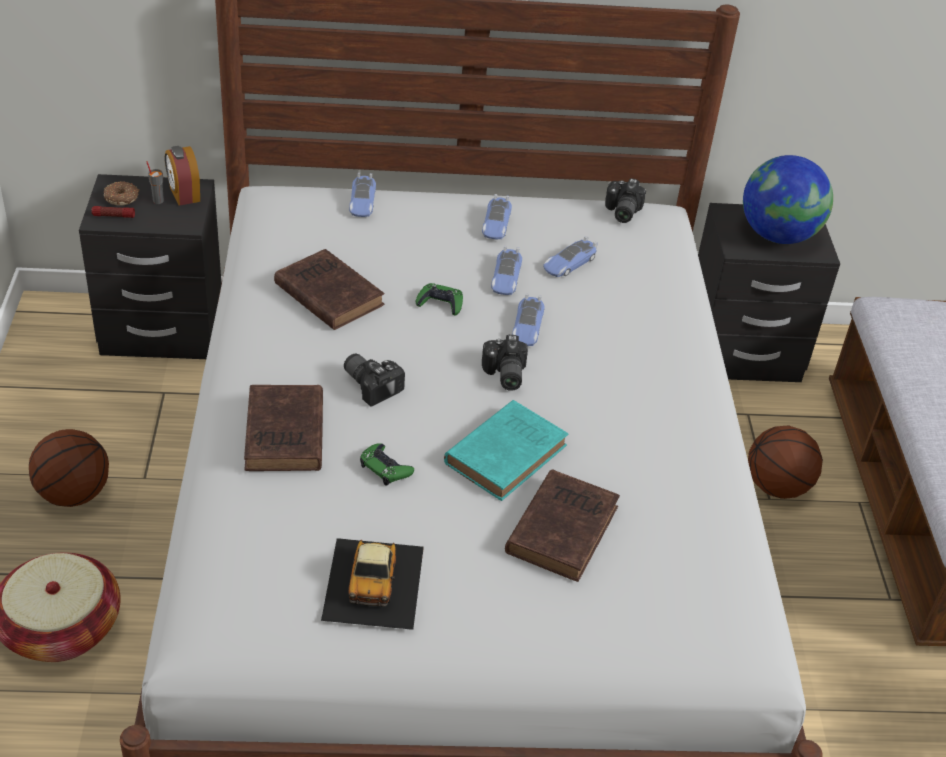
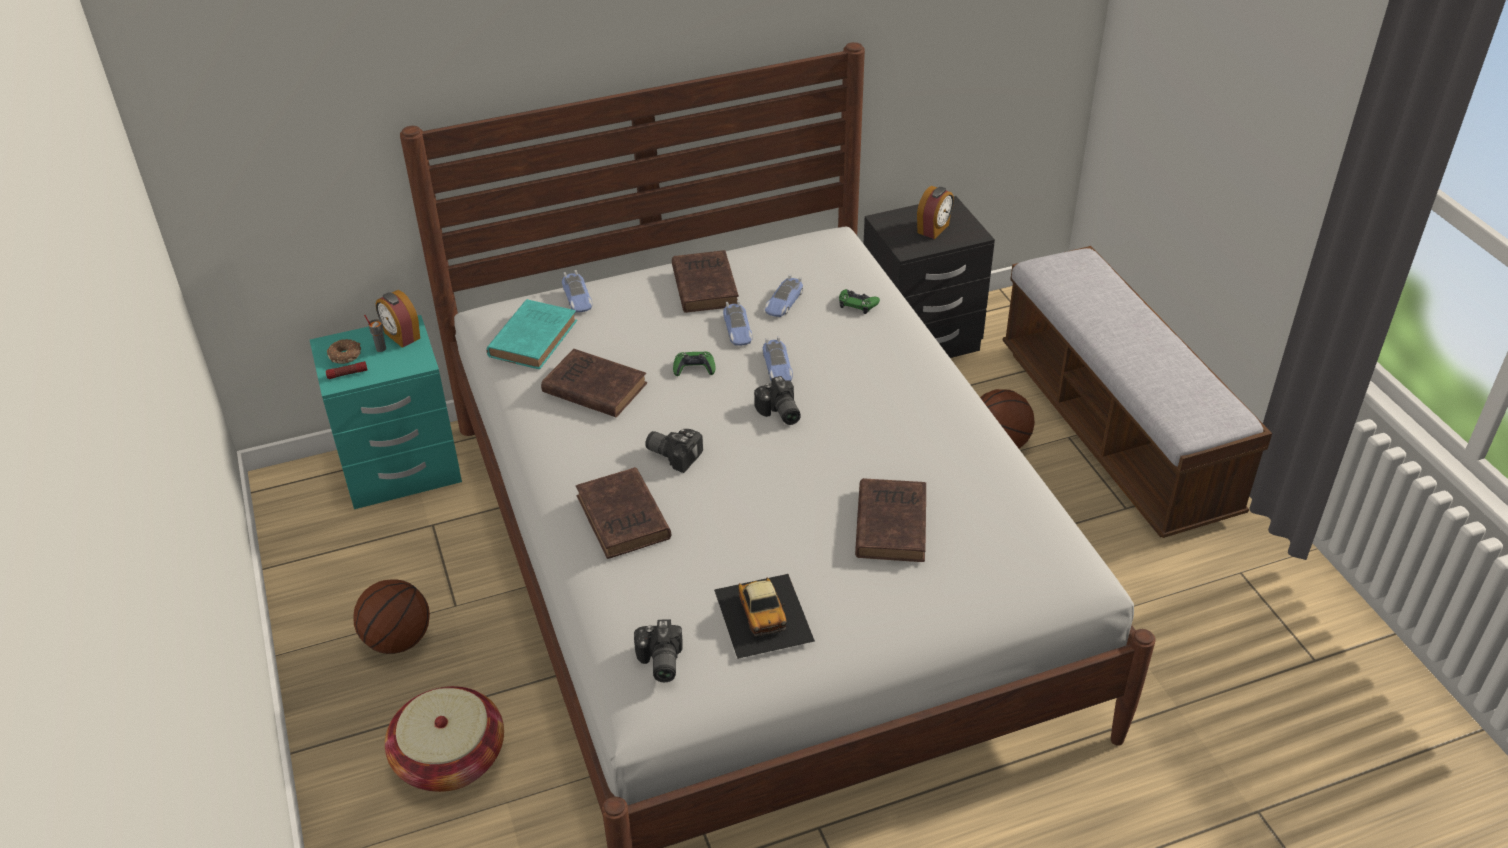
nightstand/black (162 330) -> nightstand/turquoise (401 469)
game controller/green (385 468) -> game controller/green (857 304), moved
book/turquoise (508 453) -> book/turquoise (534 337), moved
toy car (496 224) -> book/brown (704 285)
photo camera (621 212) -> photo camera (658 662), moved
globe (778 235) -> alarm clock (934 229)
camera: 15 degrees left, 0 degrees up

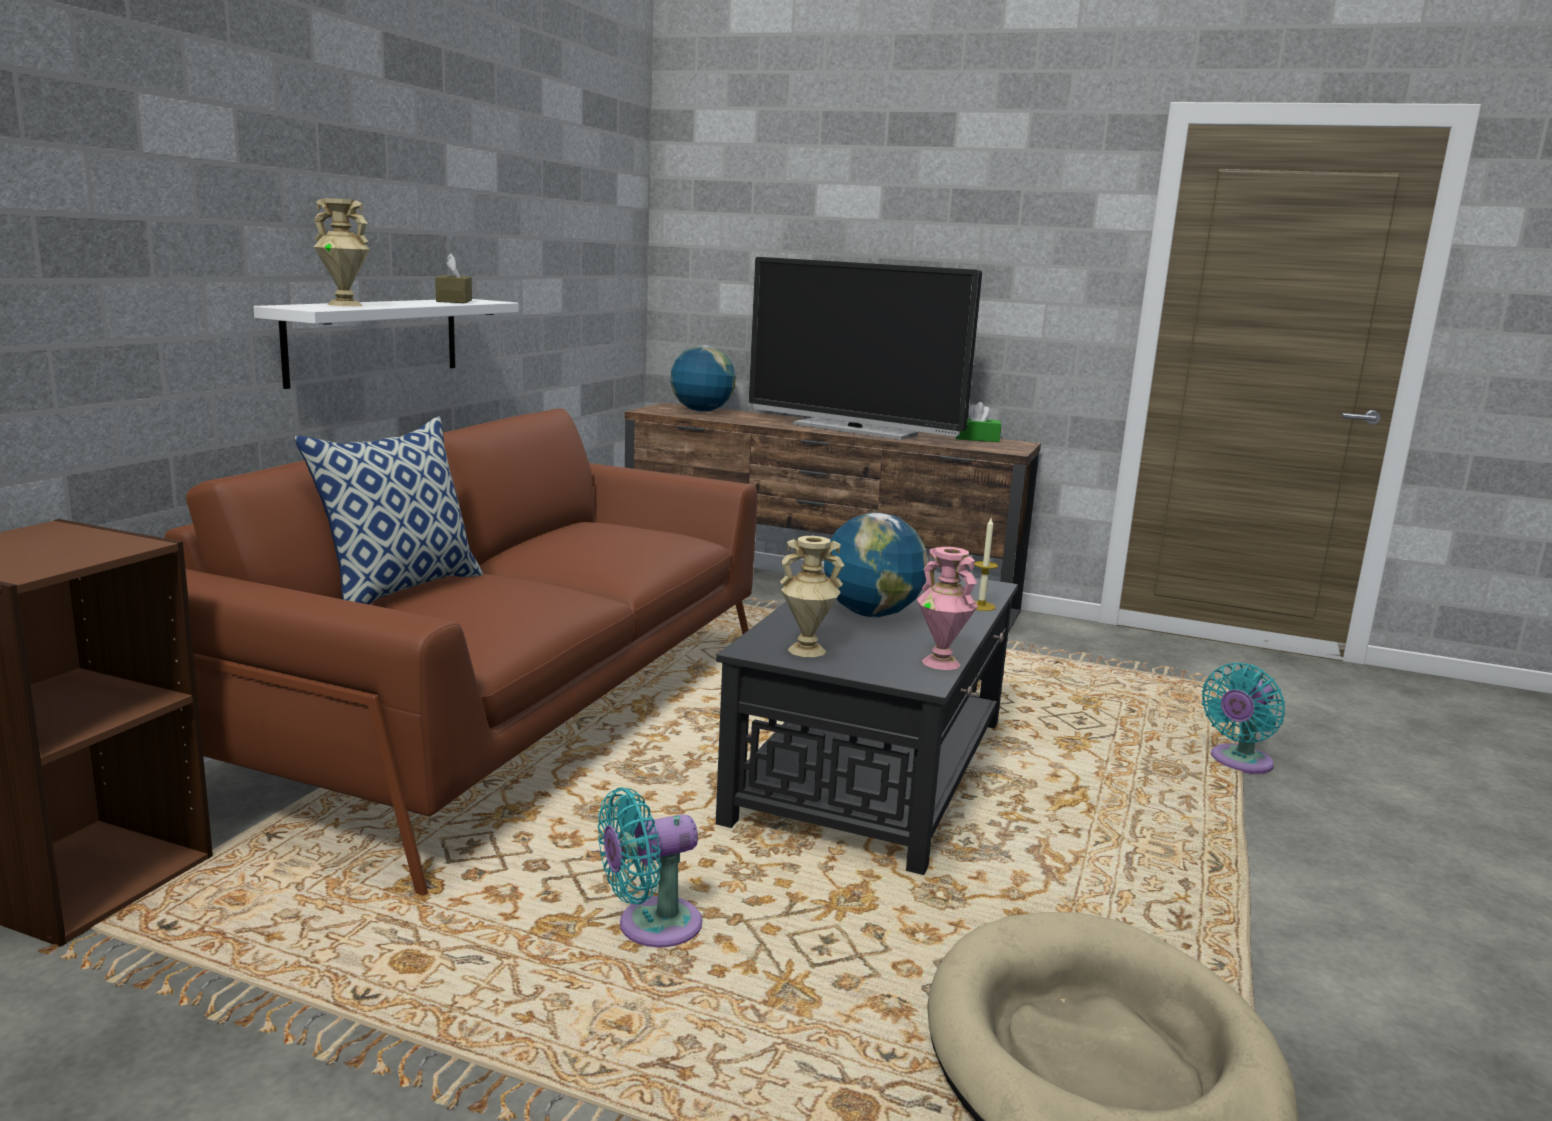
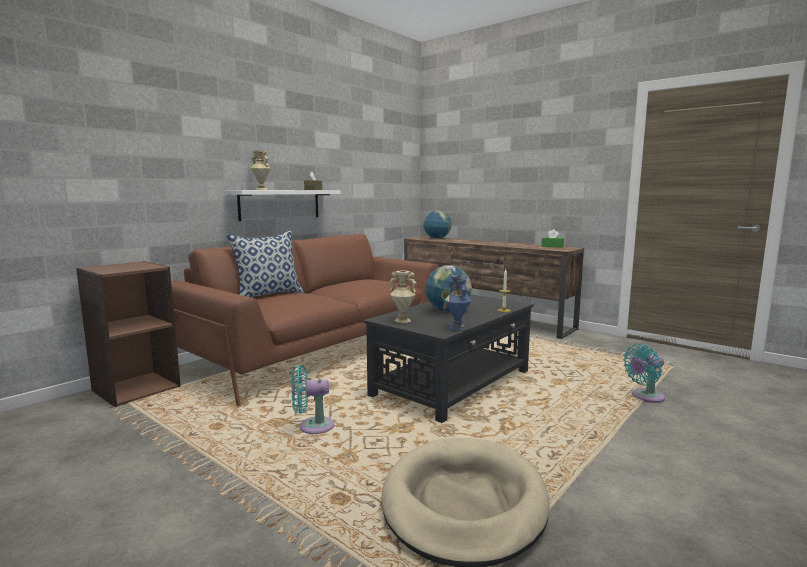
television (854 430) -> none
vase/pink (942 662) -> vase/blue (458 327)
camera: 20 degrees right, 5 degrees down

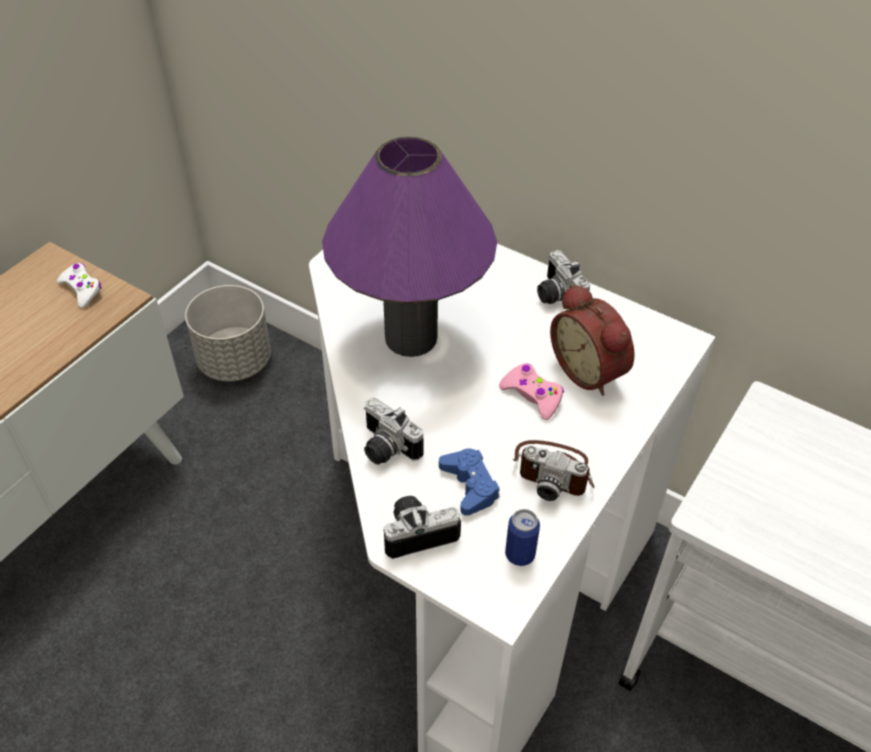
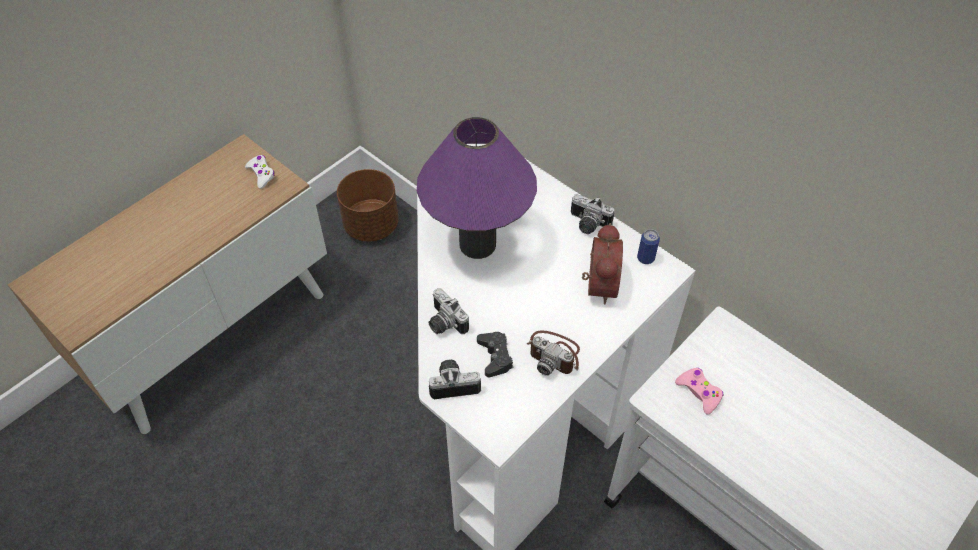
planter/grey (235 361) -> planter/brown (371 225)
game controller/blue (470 485) -> game controller/black (495 356)
game controller/pink (532 395) -> game controller/pink (699 392), moved
can (520 554) -> can (645 258), moved
photo camera (556 295) -> photo camera (587 224), 45 degrees counterclockwise
alarm clock (590 370) -> alarm clock (598 284), 150 degrees counterclockwise
camera: 10 degrees right, 5 degrees up

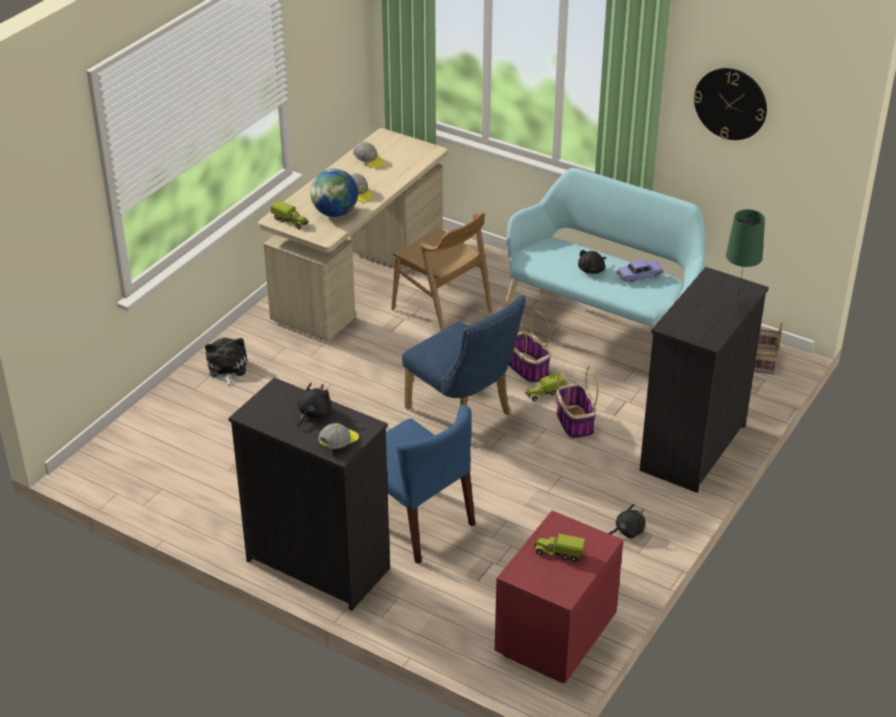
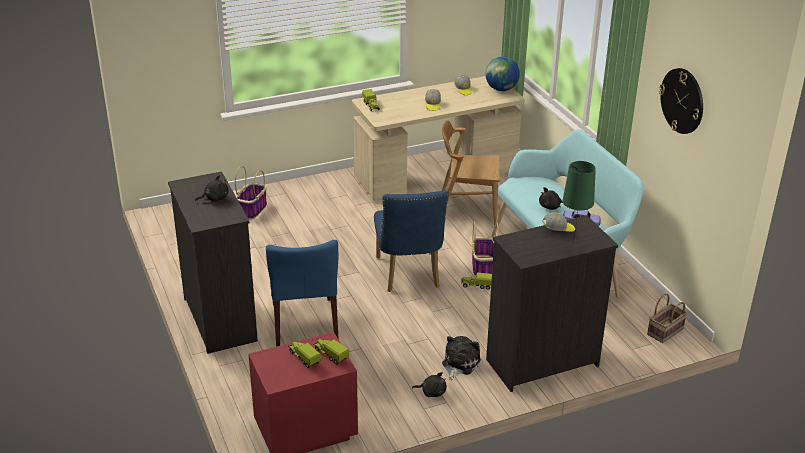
plush toy (227 369) -> plush toy (459 364), moved
globe (335 213) -> globe (501 89), moved
cap (339 443) -> cap (558 229), moved
chair/brown (442 311) -> chair/brown (467 211), 105 degrees clockwise
basket (574 422) -> basket (252 209), moved
none -> toy truck (331 355)
camera: 35 degrees right, 5 degrees down

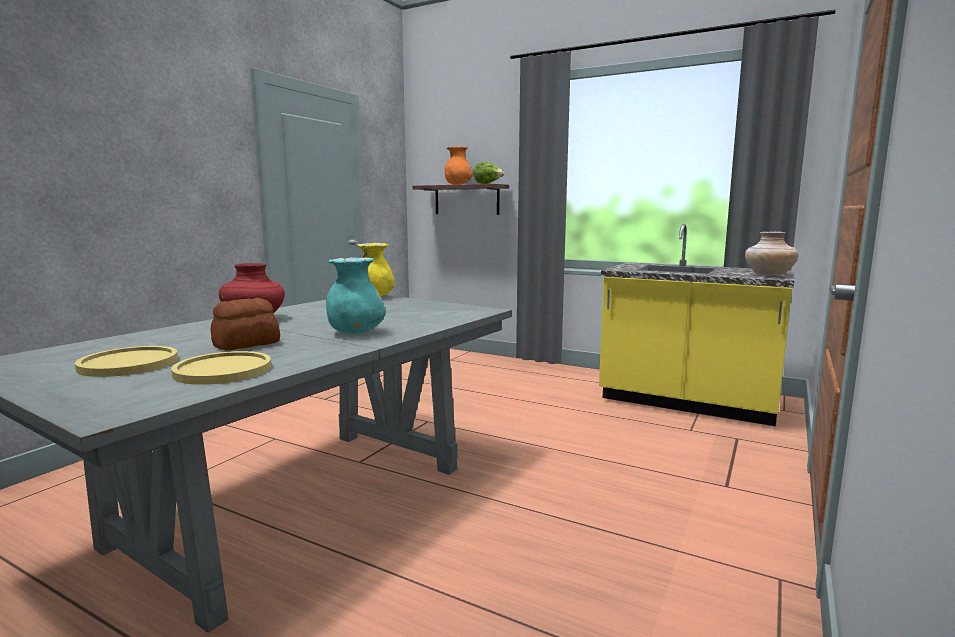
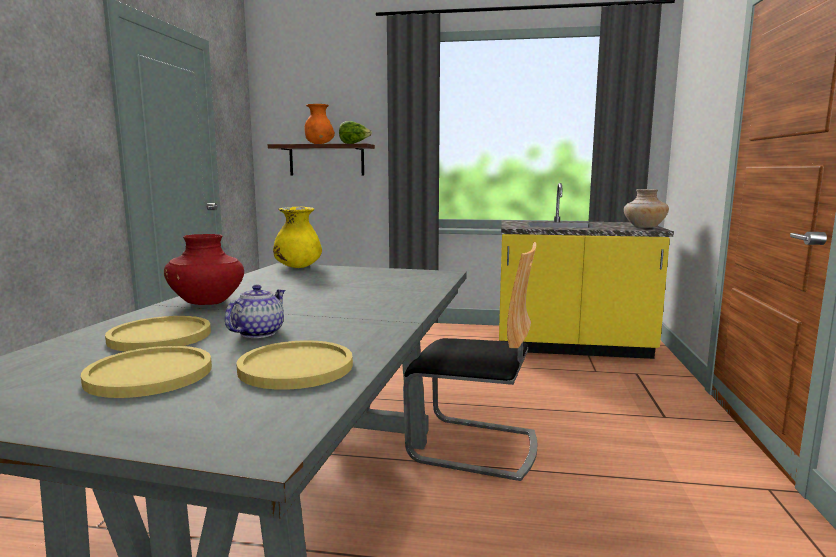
bread (245 344) -> teapot (258 333)
vase/turquoise (355 333) -> none
none -> plate/yellow (160 336)
none -> chair (474 446)
camera: 20 degrees left, 0 degrees up

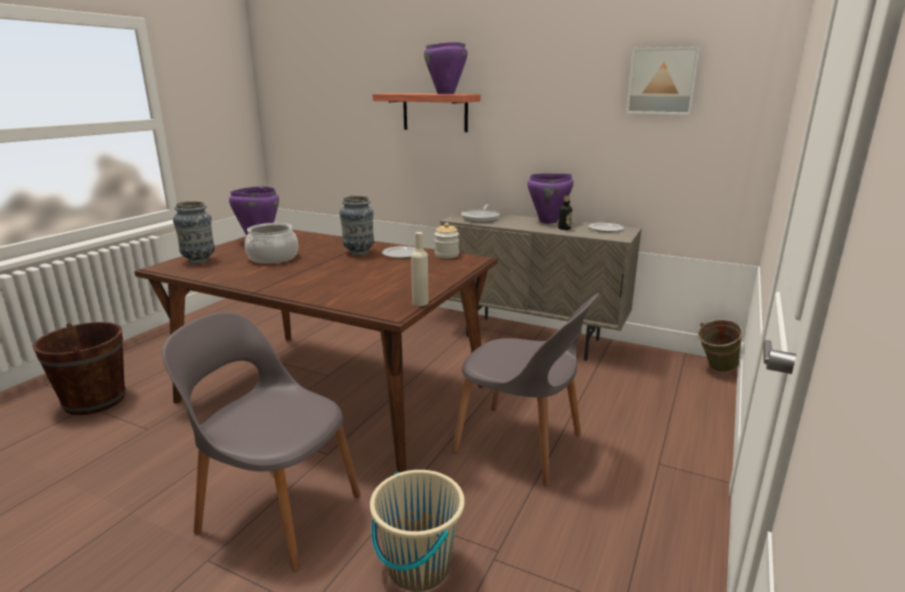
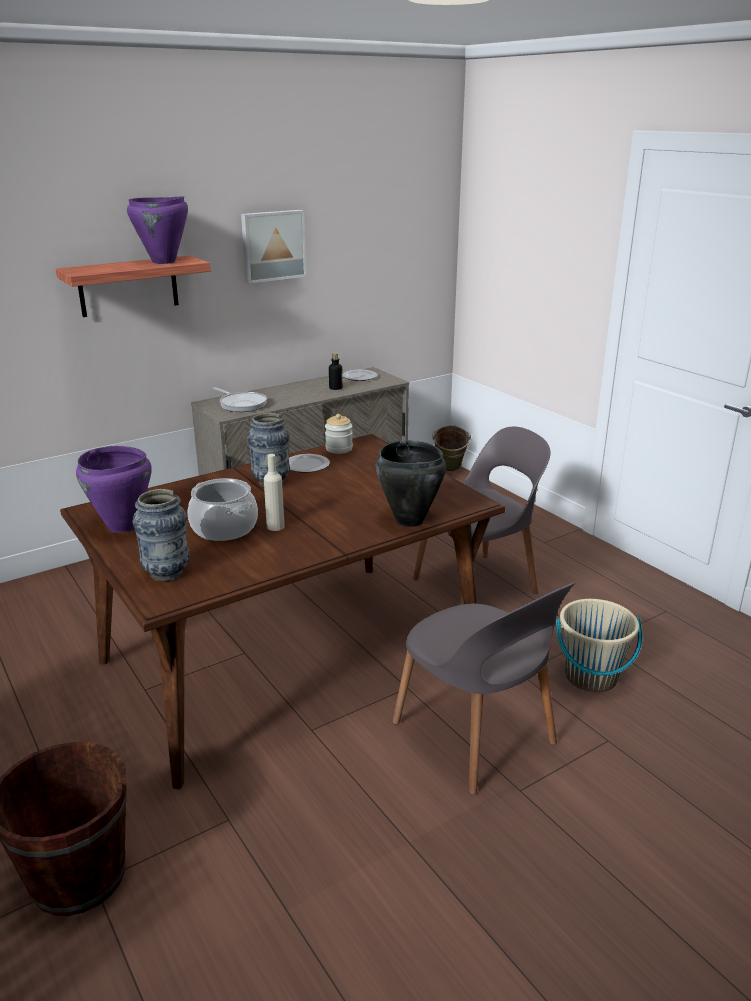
chair/grey (277 510) -> chair/grey (476 736), 90 degrees counterclockwise
bottle/beige (420 302) -> bottle/beige (275 526), moved
cooking pot/purple (548 221) -> none
picture (662 81) -> picture (272 245), moved
none -> cooking pot/black (409 521)
camera: 60 degrees left, 5 degrees up

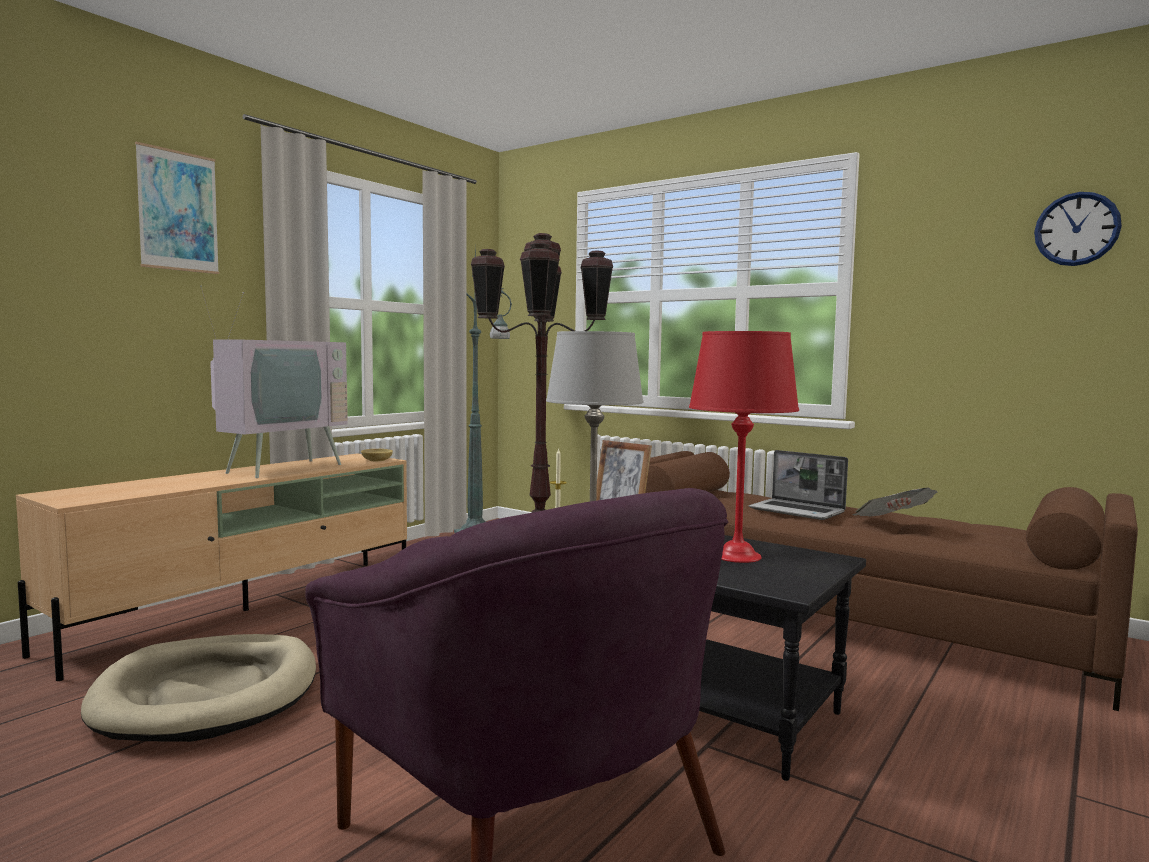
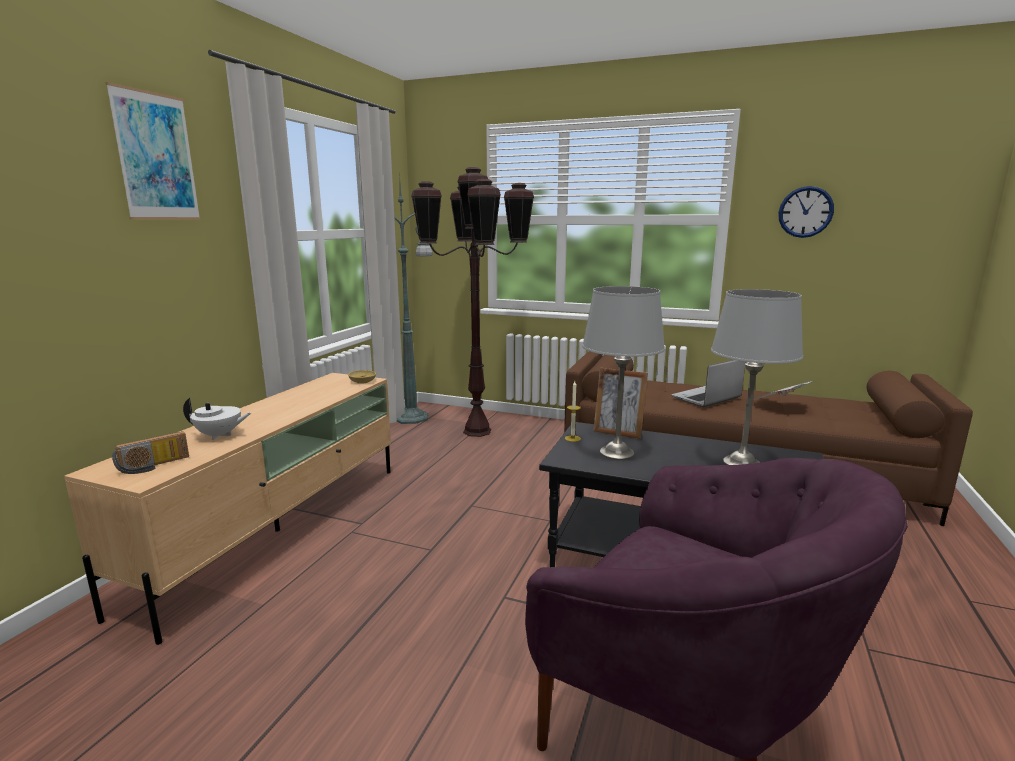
dog bed/beige (208 694) -> none
television (279 468) -> none
table lamp/red (738 556) -> table lamp/grey (742 463)
laptop (798 511) -> laptop (706 398), 120 degrees clockwise
wall clock (1076 229) -> wall clock (805 212), moved
none -> radio (154 466)
none -> teapot/white (219 435)
camera: 15 degrees left, 10 degrees up

